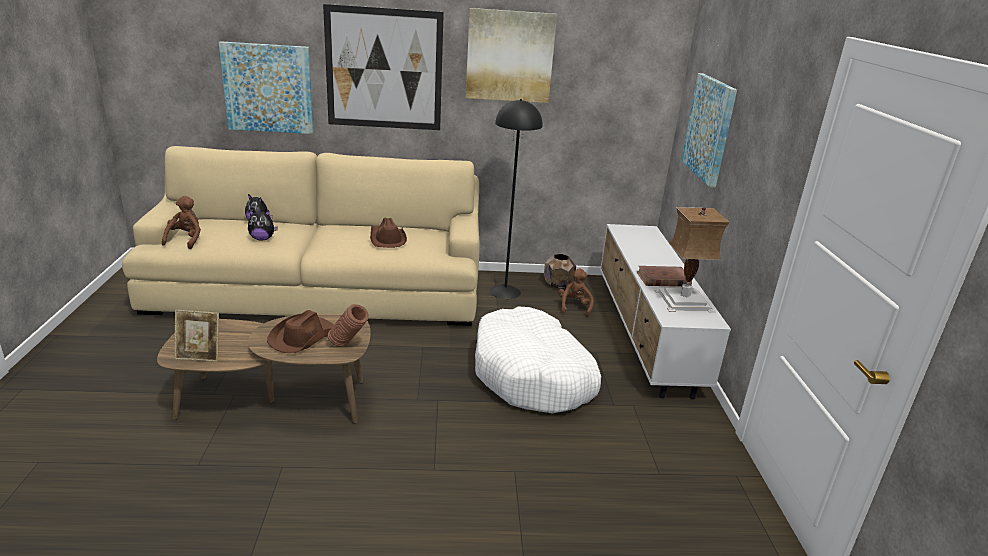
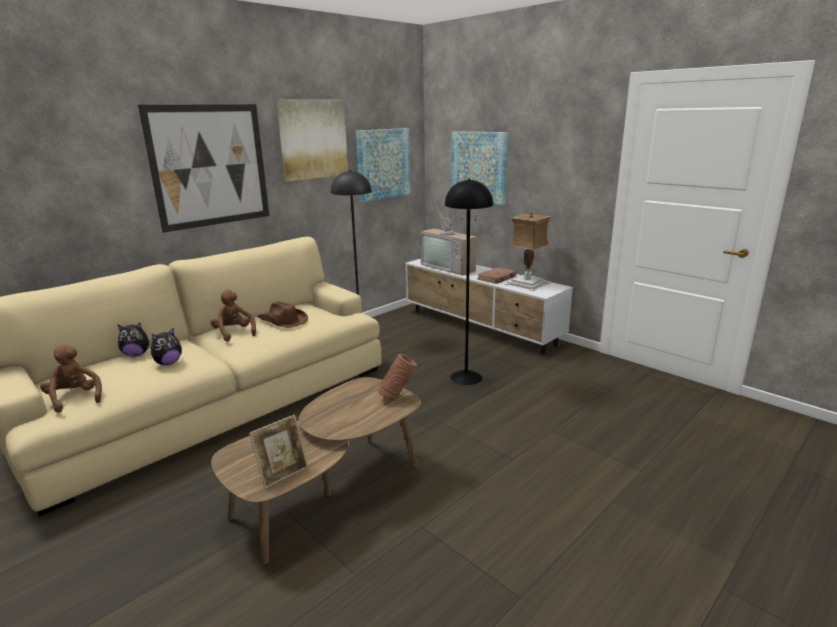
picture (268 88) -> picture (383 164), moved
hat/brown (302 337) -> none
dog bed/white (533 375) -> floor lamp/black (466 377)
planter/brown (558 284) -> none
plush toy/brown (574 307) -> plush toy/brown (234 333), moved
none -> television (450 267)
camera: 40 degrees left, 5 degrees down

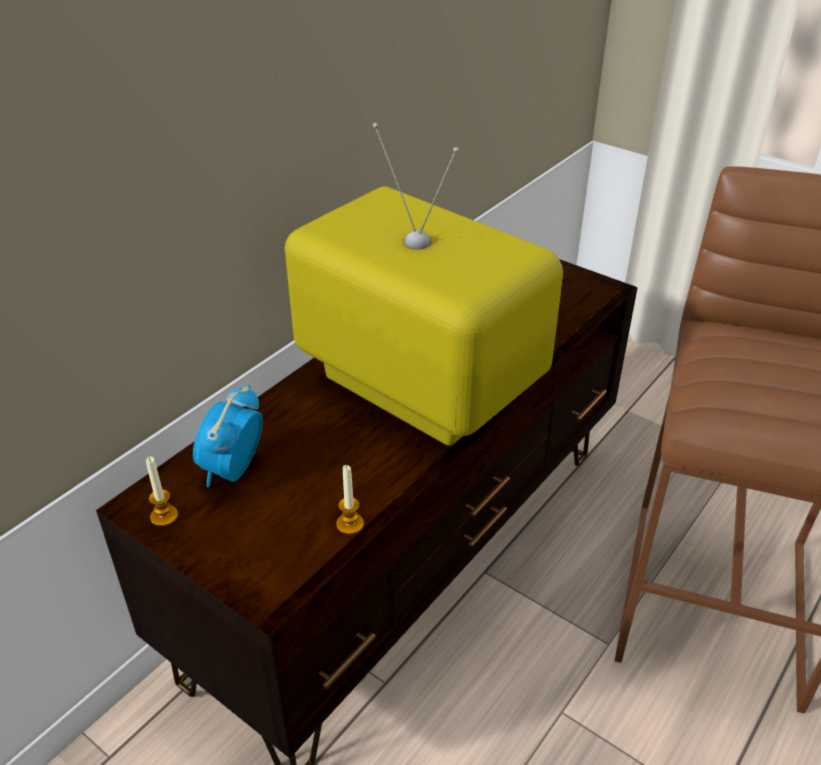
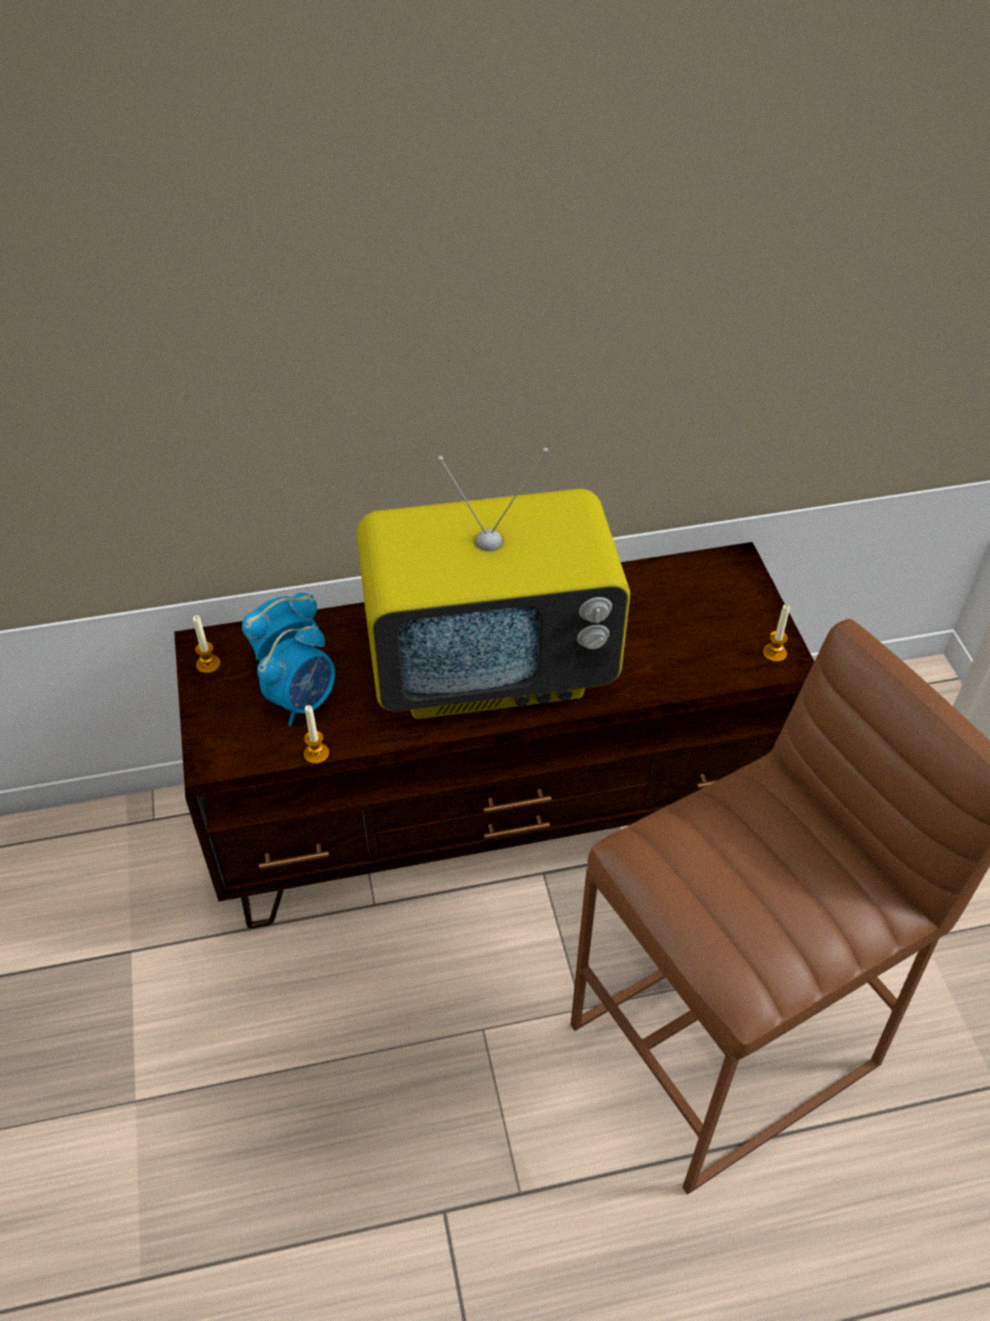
television (415 387) -> television (492 667), 90 degrees clockwise
none -> alarm clock (303 702)
none -> candle (774 653)
camera: 40 degrees right, 10 degrees up

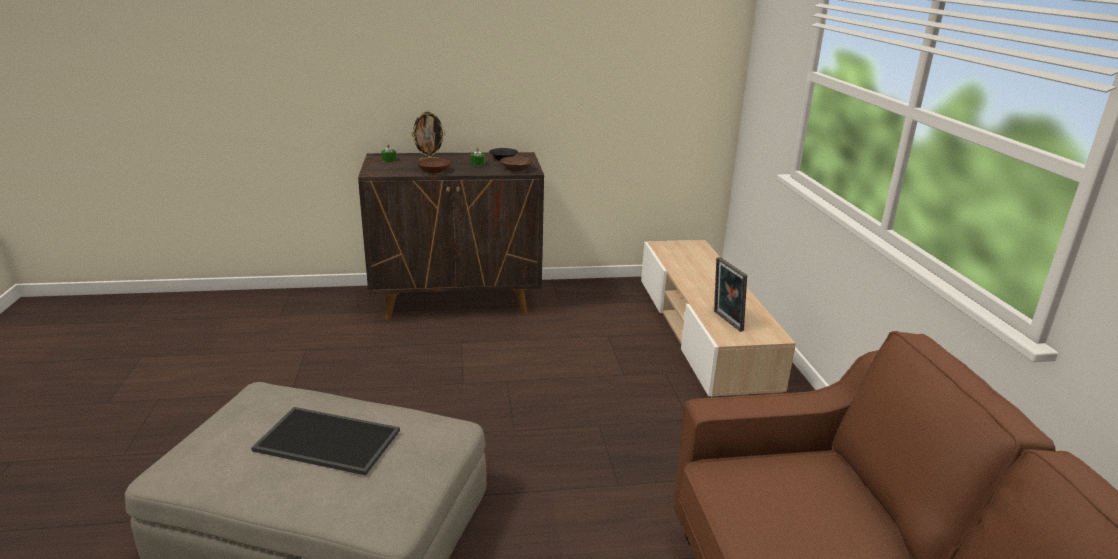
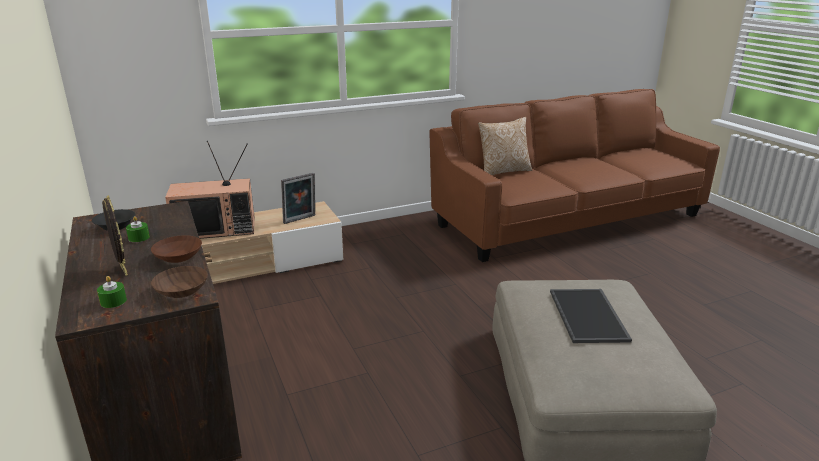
bowl/brown (517 168) -> bowl/brown (181 290), moved
none -> television (216 229)
none -> pillow (503 171)
camera: 105 degrees left, 0 degrees up

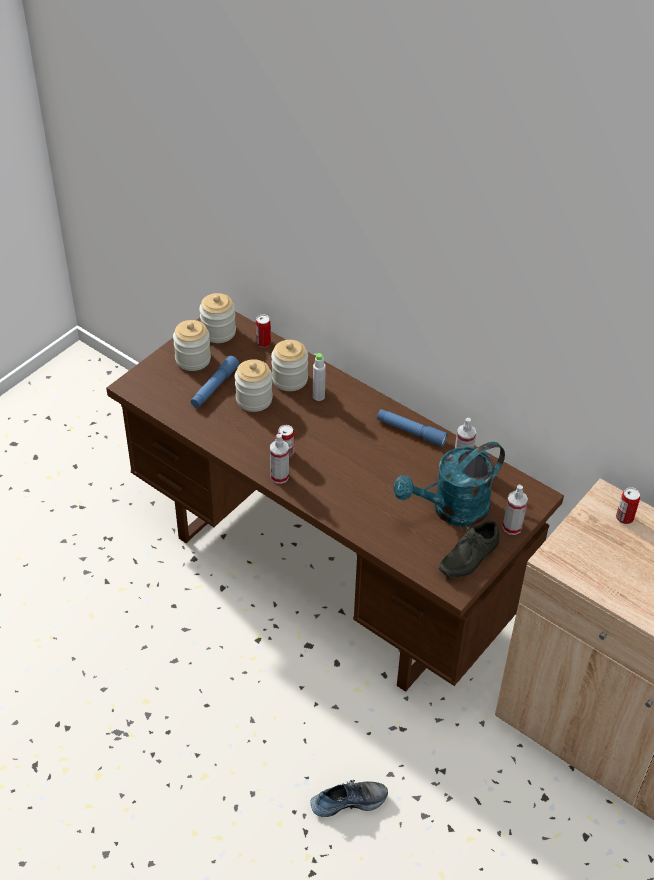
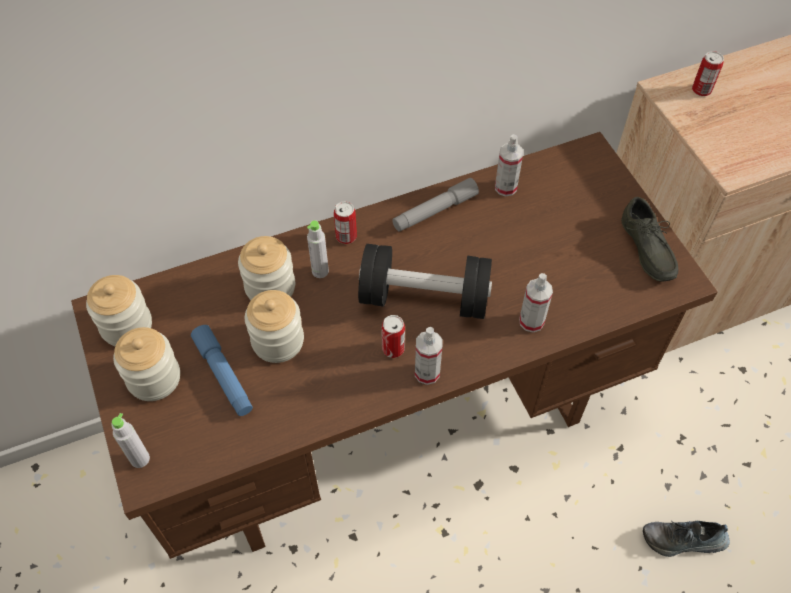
can (263 342) -> can (346 236), moved
shoe (348 800) -> shoe (683 541), 105 degrees counterclockwise
flashlight/blue (411 431) -> flashlight/grey (435 211)
watering can/turquoise (452 510) -> none
spray bottle (512 527) -> spray bottle (531 321), moved
none -> bottle/grey (140 459)
none -> dumbbell/black (424 297)
camera: 60 degrees left, 10 degrees up

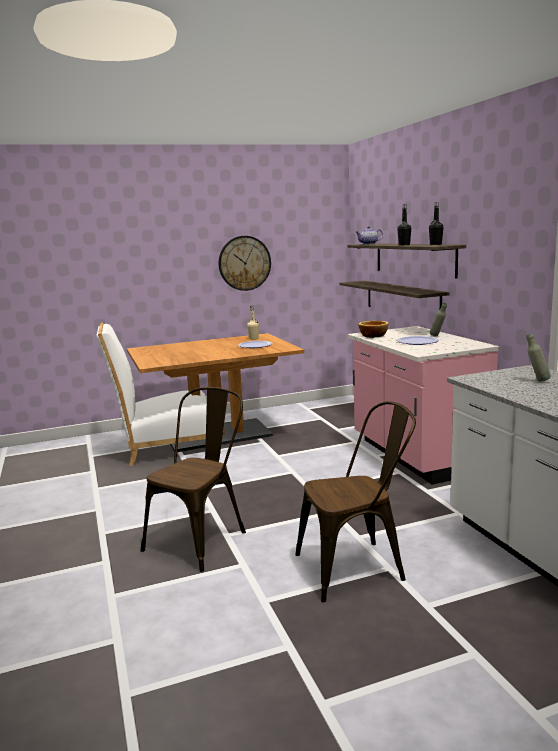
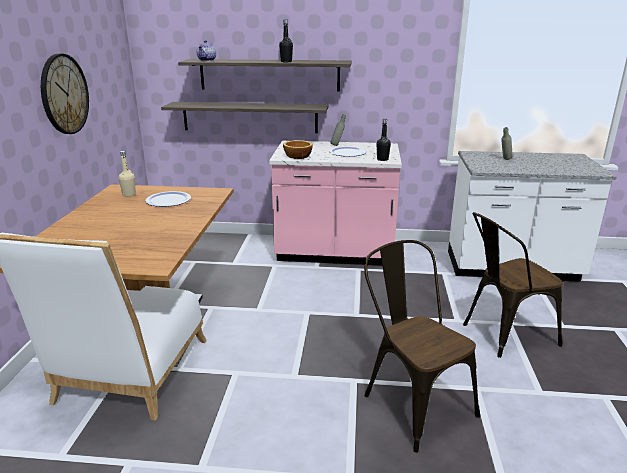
chair/brown (358 566) -> chair/brown (503 334), 120 degrees counterclockwise
bottle/black (435 244) -> bottle/black (382 159), moved
camera: 65 degrees left, 10 degrees up

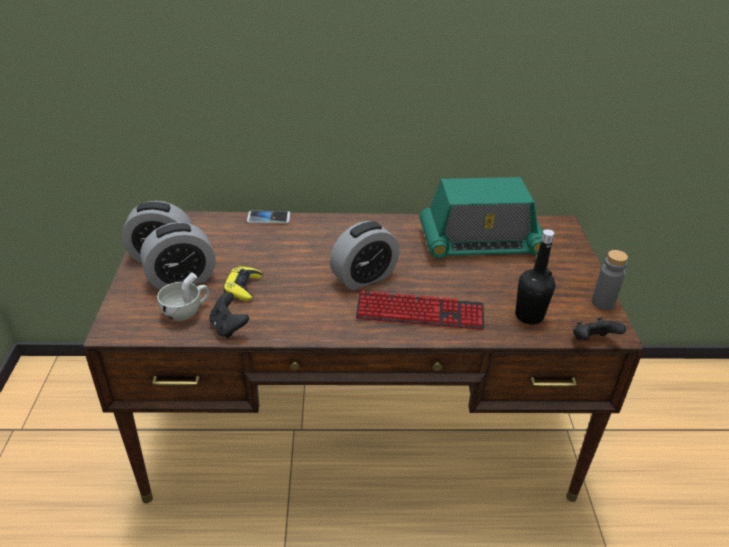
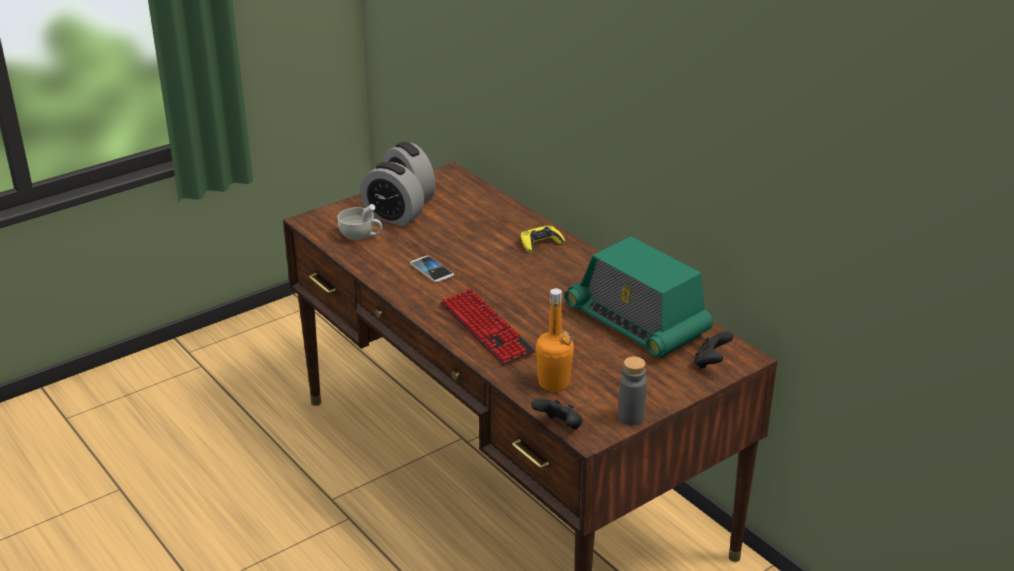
game controller/black (228 327) -> game controller/black (711 363), moved
game controller/yellow (243 287) -> game controller/yellow (540 243), moved
phone (268 218) -> phone (432 270), moved
alarm clock (364 277) -> none
bottle/black (529 316) -> bottle/orange (553 383)
camera: 55 degrees right, 5 degrees down

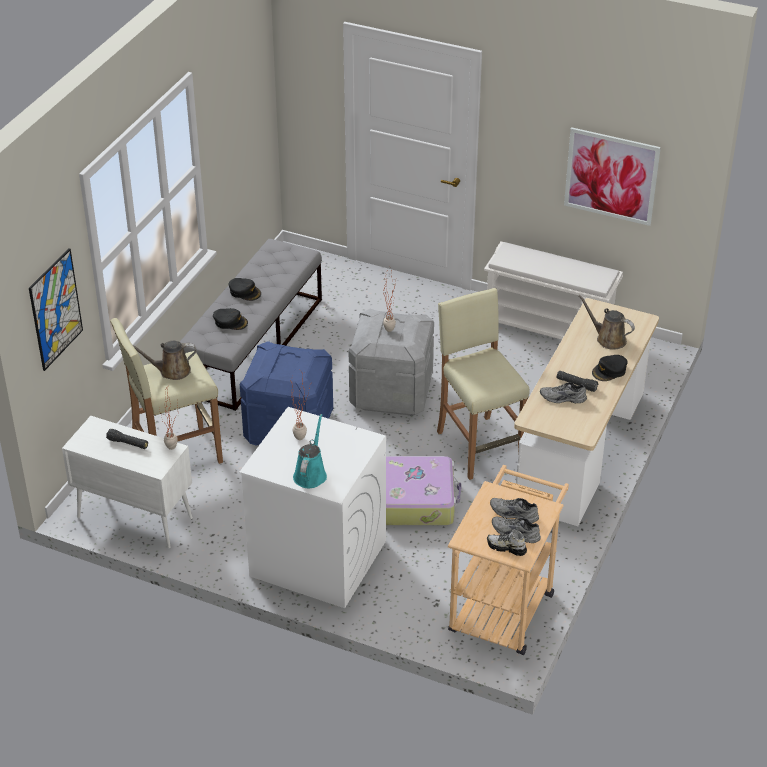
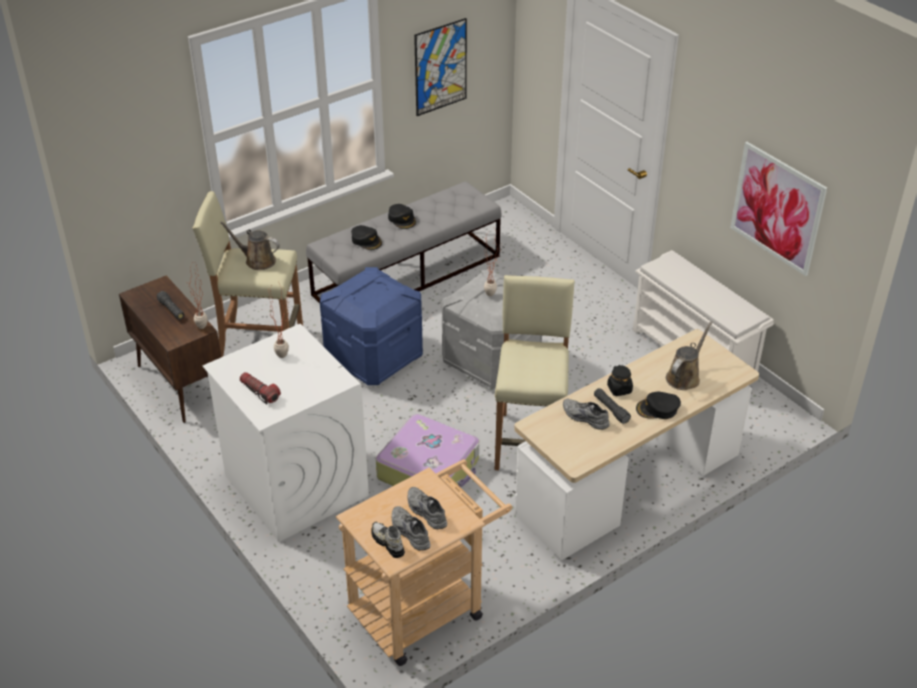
picture (55 309) -> picture (440 67), moved
cabinet/white (133 517) -> cabinet/brown (180 384)
watering can/turquoise (310 474) -> flashlight (260 392)
watering can/brown (608 339) -> watering can/brown (684 377), 60 degrees clockwise
none -> jar/black (619 389)
camera: 30 degrees right, 0 degrees up

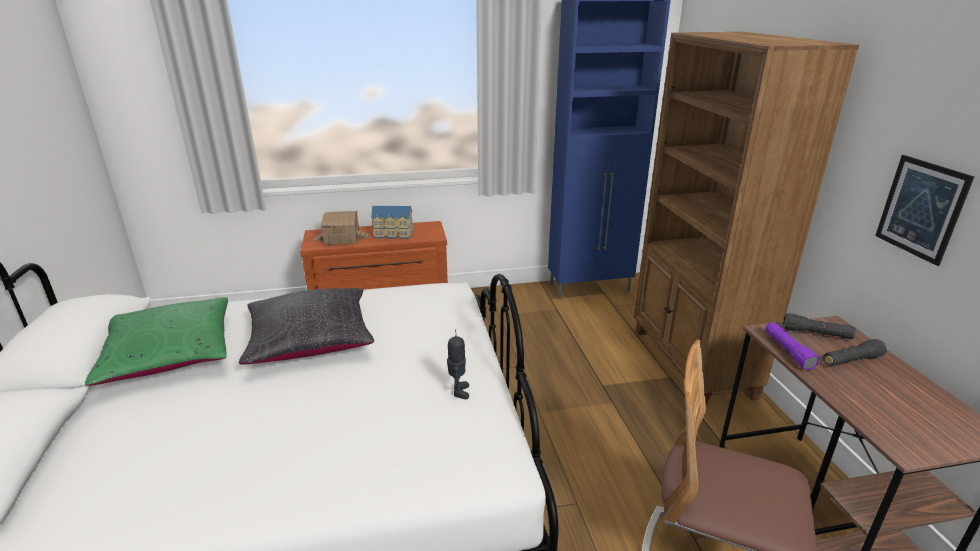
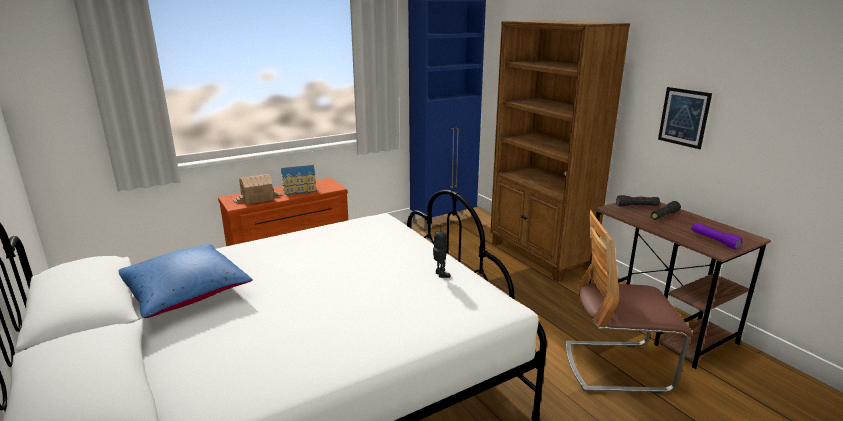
pillow/green (170 354) -> pillow/blue (184 293)
pillow/black (310 340) -> none
flashlight/purple (787 351) -> flashlight/purple (714 240), moved
camera: 20 degrees left, 5 degrees down

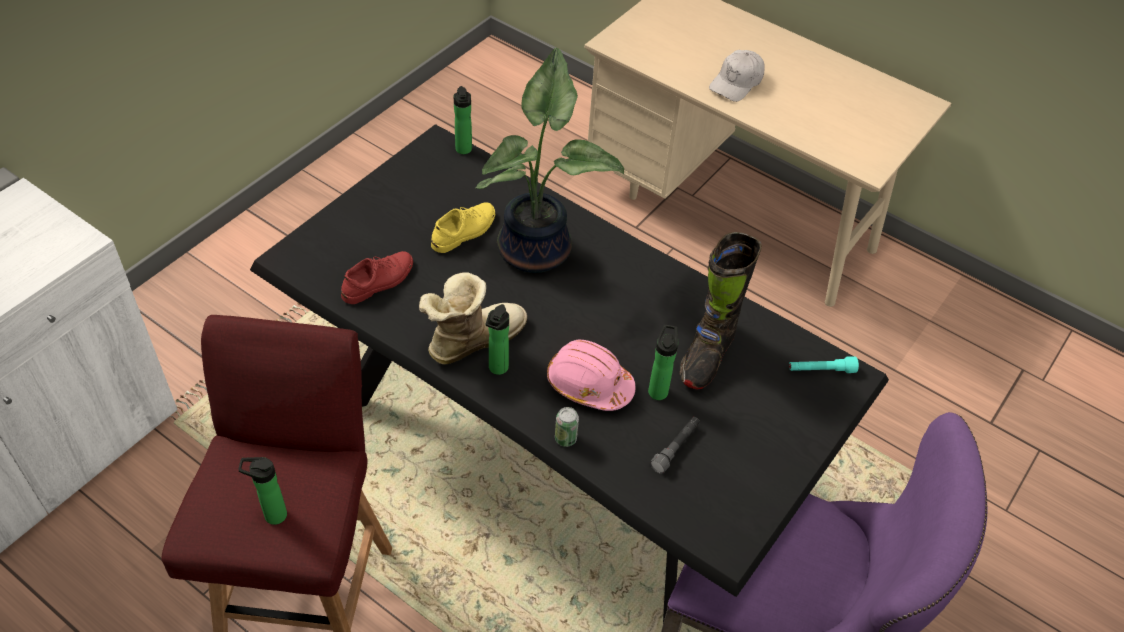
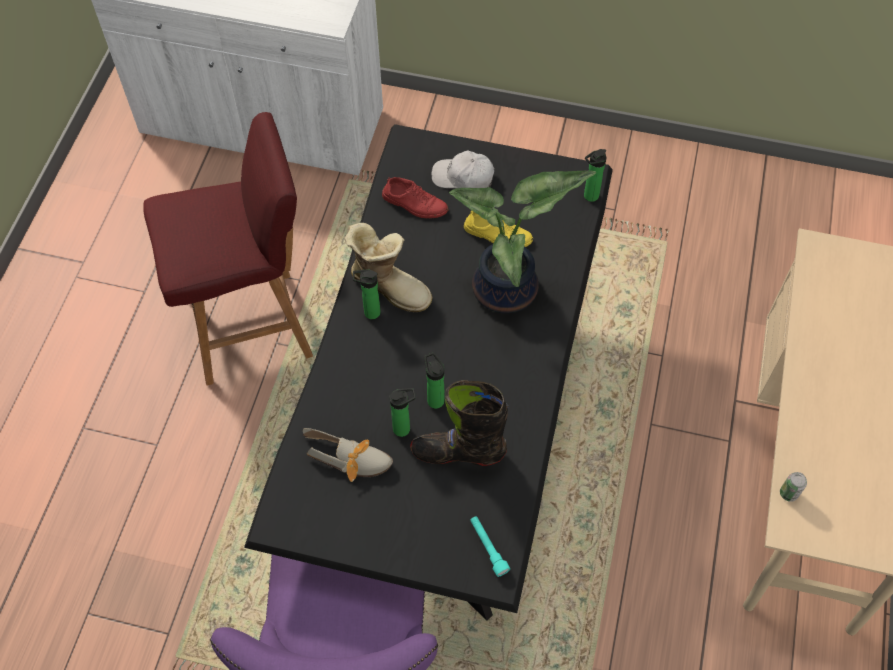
bottle (272 515) -> bottle (434 398), moved
hard hat/pink (589 384) -> none
can (565 438) -> can (788 493), moved
flashlight/grey (675 448) -> shoe (352 459)
cap/white (737 83) -> cap/white (463 178), moved
camera: 70 degrees right, 10 degrees up

